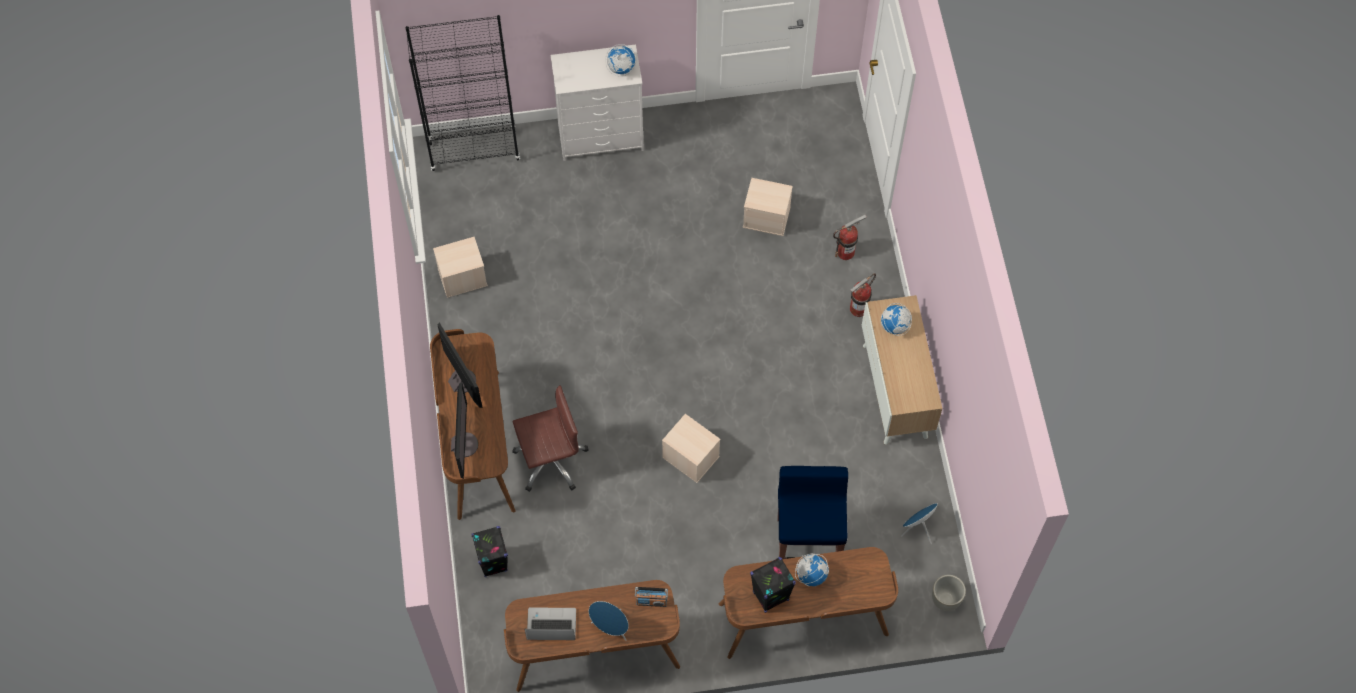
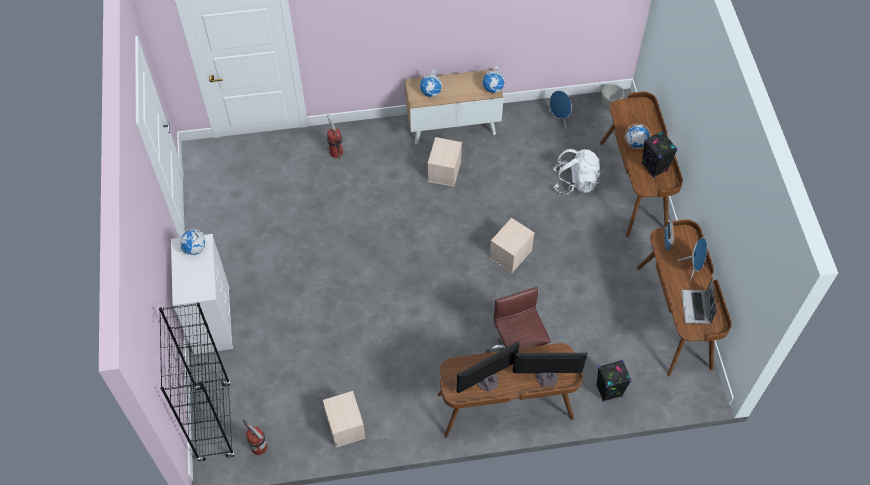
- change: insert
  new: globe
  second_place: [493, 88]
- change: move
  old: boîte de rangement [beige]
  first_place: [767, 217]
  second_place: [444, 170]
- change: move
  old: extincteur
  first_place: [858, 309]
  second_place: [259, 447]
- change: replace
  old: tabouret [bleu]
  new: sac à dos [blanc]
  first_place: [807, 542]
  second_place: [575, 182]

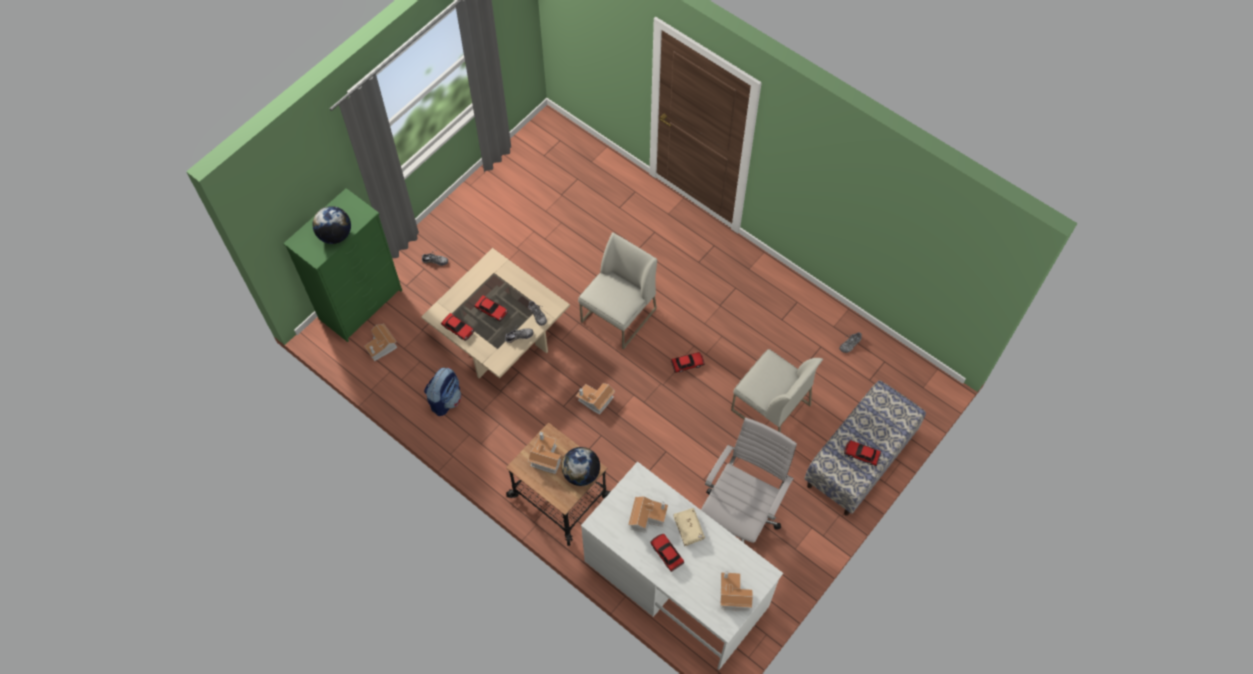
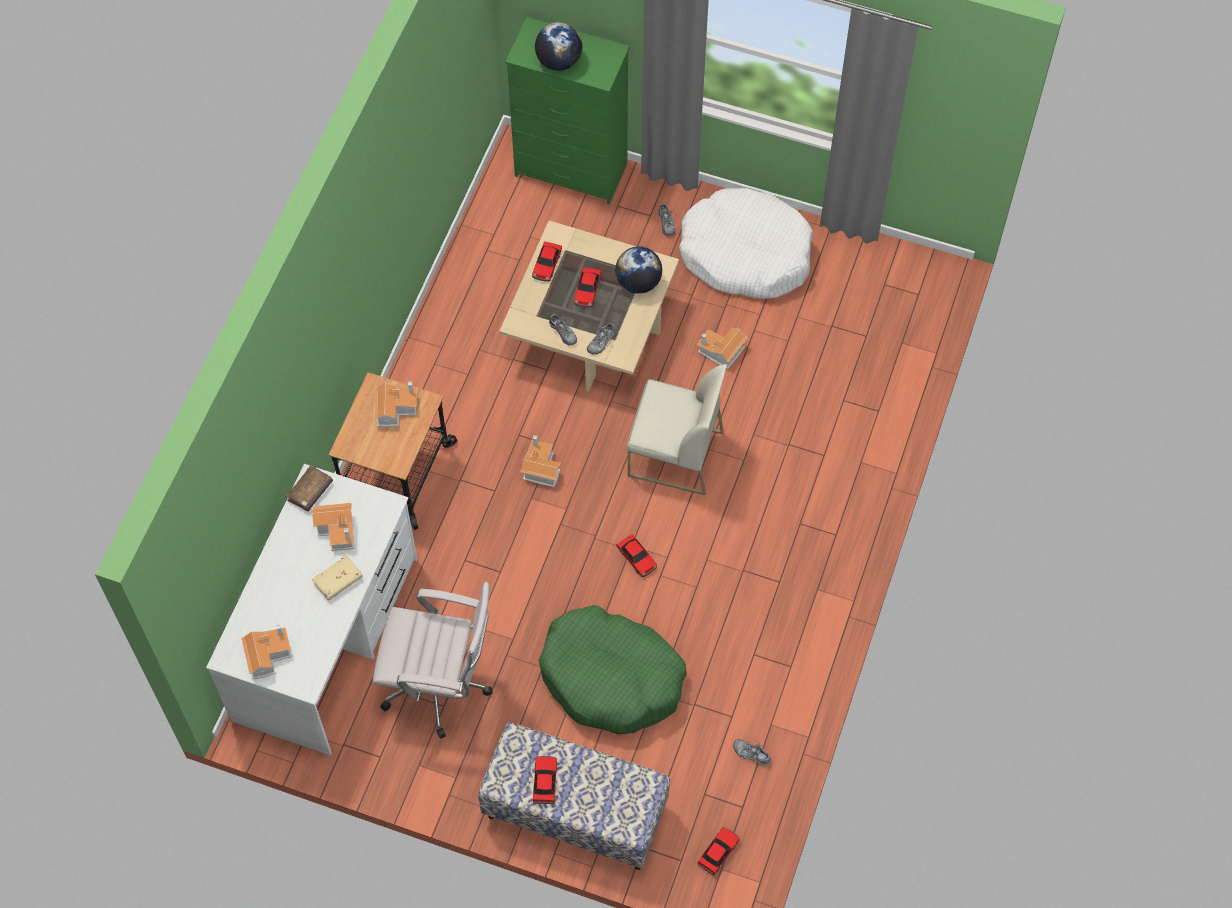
- change: delete
  old: sac à dos
  first_place: [445, 399]
- change: insert
  new: livre [marron]
  second_place: [310, 491]
- change: insert
  new: panier pour chien [blanc]
  second_place: [745, 254]
- change: move
  old: maison miniature
  first_place: [382, 347]
  second_place: [720, 352]
- change: move
  old: globe
  first_place: [581, 473]
  second_place: [638, 282]
- change: move
  old: petite voiture
  first_place: [666, 553]
  second_place: [718, 852]
- change: replace
  old: chaise [blanc]
  new: panier pour chien [vert]
  first_place: [770, 407]
  second_place: [611, 677]

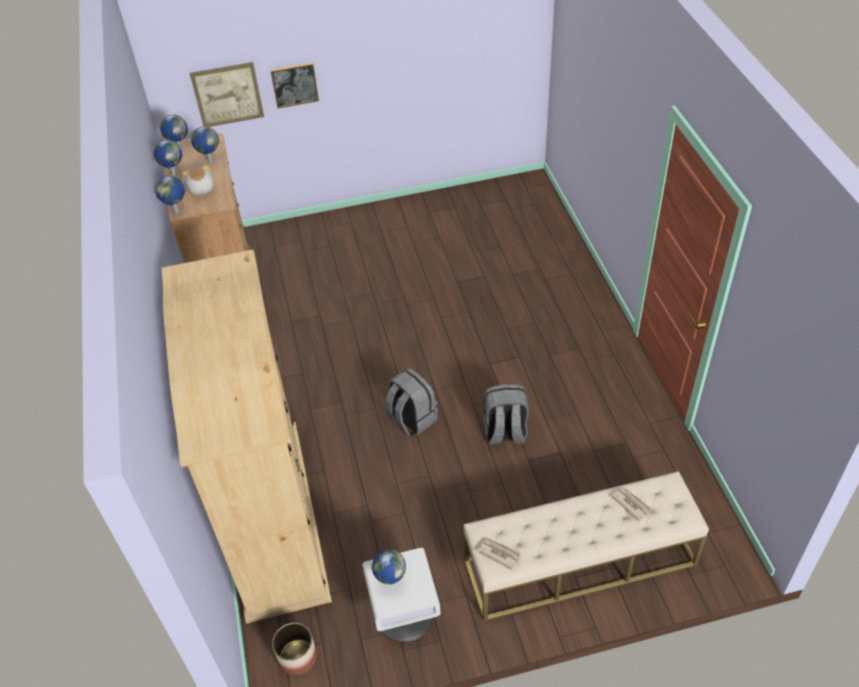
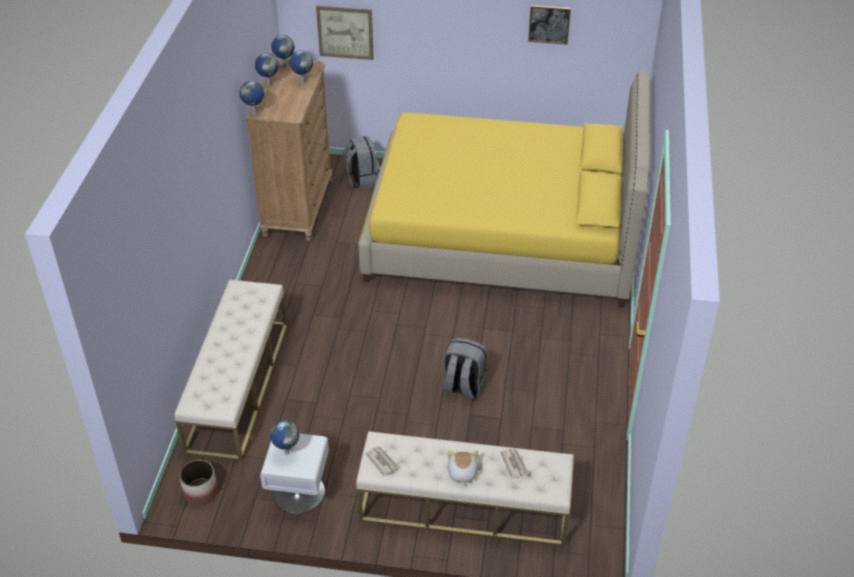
- change: insert
  new: lit [jaune]
  second_place: [502, 234]
- change: move
  old: peluche
  first_place: [200, 189]
  second_place: [462, 473]
- change: move
  old: tableau
  first_place: [294, 84]
  second_place: [549, 24]
- change: move
  old: sac à dos [gris]
  first_place: [411, 419]
  second_place: [362, 179]
- change: replace
  old: armoire [beige]
  new: banc [beige]
  first_place: [272, 517]
  second_place: [238, 385]

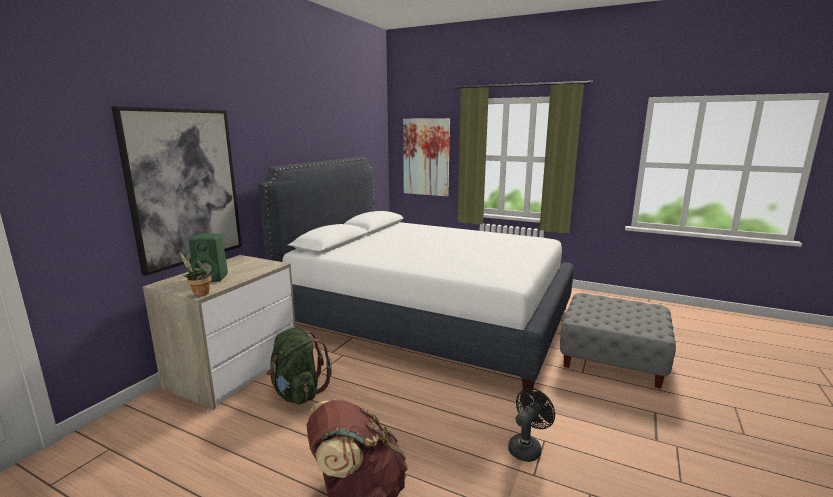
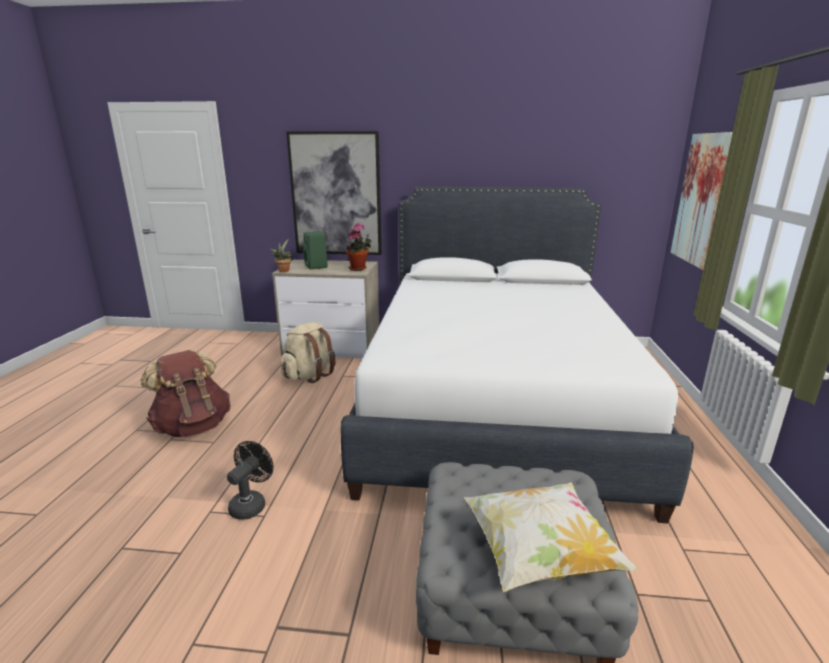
- change: insert
  new: plante en pot
  second_place: [359, 269]
- change: insert
  new: coussin
  second_place: [539, 555]
- change: recolor
  old: sac à dos [vert]
  new: sac à dos [beige]
  first_place: [298, 393]
  second_place: [309, 375]
- change: rotate
  old: ventilateur [noir]
  first_place: [527, 447]
  second_place: [251, 504]
  degrees: -90

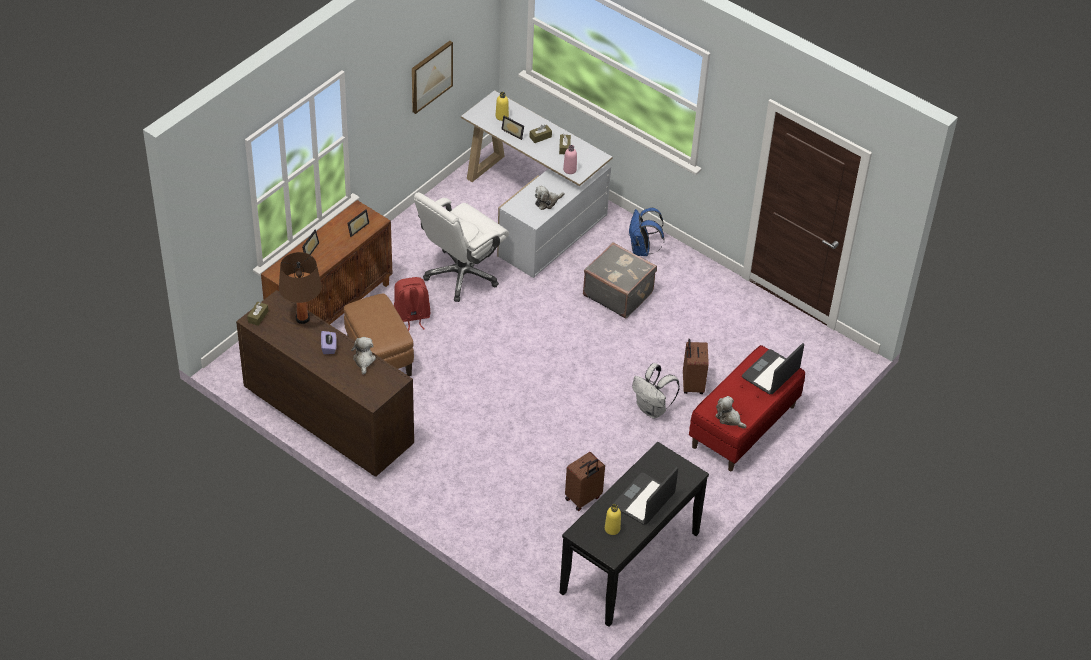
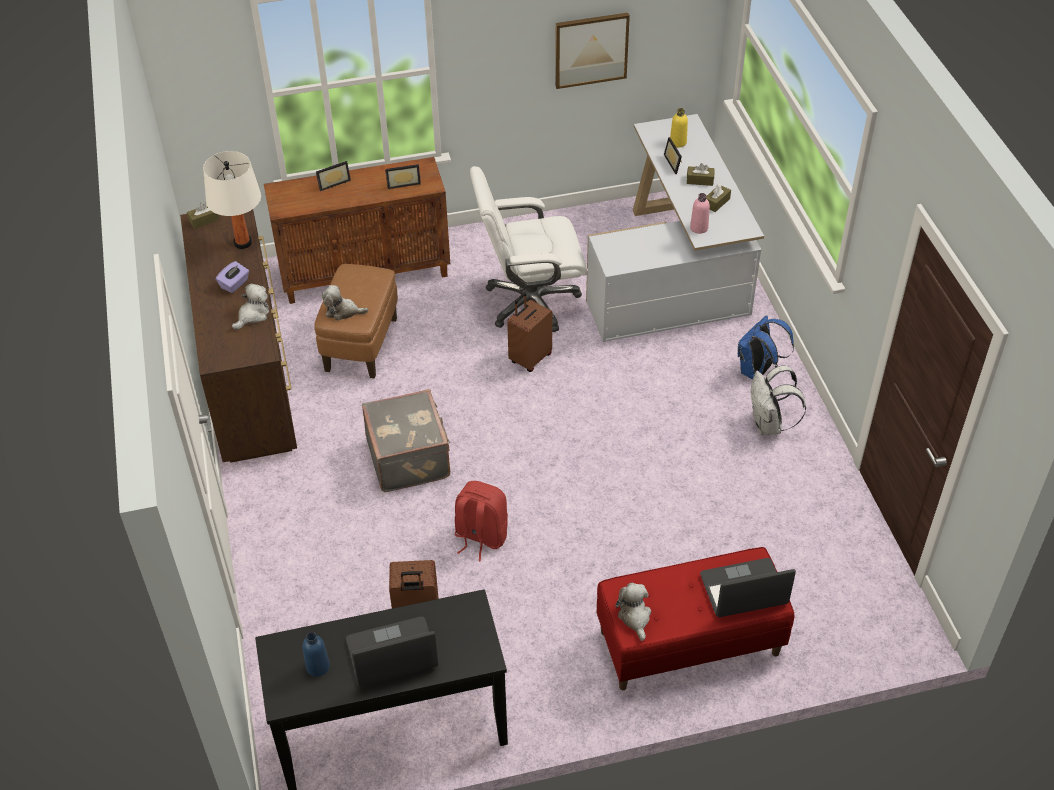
- change: move
  old: sac à dos [rouge]
  first_place: [411, 317]
  second_place: [480, 537]
- change: move
  old: peluche
  first_place: [547, 202]
  second_place: [343, 311]
- change: move
  old: valise [gris]
  first_place: [618, 293]
  second_place: [409, 457]
- change: move
  old: sac à dos [blanc]
  first_place: [652, 409]
  second_place: [769, 425]
- change: move
  old: valise [marron]
  first_place: [692, 384]
  second_place: [529, 358]
- change: recolor
  old: lampe de table [marron]
  new: lampe de table [blanc]
  first_place: [302, 318]
  second_place: [242, 243]
- change: recolor
  old: bouteille [jaune]
  new: bouteille [bleu]
  first_place: [612, 529]
  second_place: [318, 667]

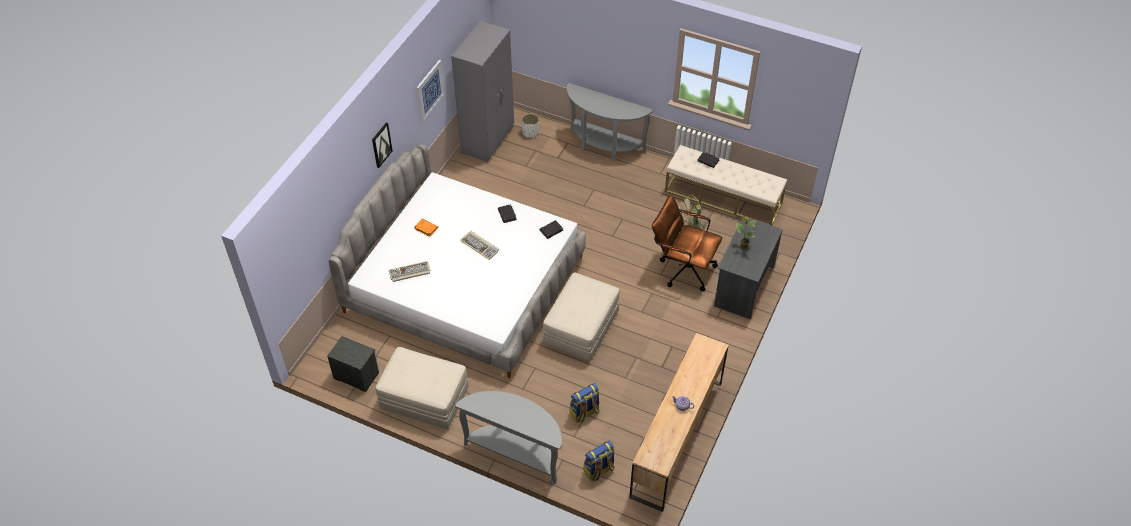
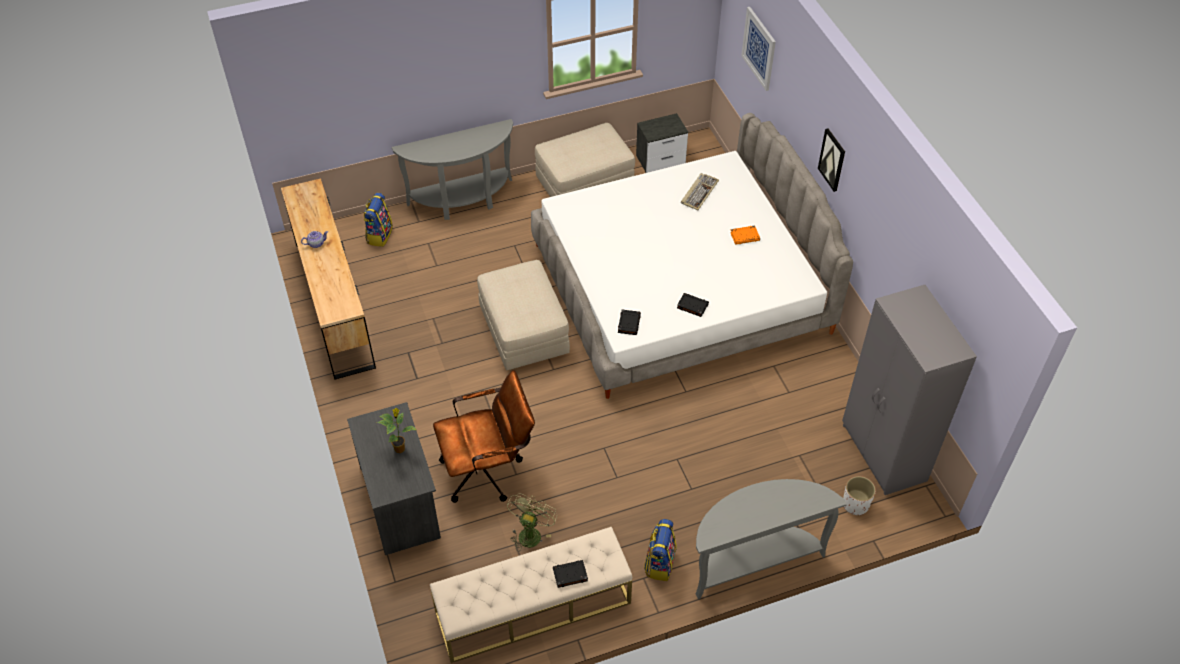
- change: delete
  old: clavier
  first_place: [480, 246]
- change: move
  old: tableau
  first_place: [430, 90]
  second_place: [759, 48]
- change: move
  old: sac à dos
  first_place: [584, 413]
  second_place: [659, 563]

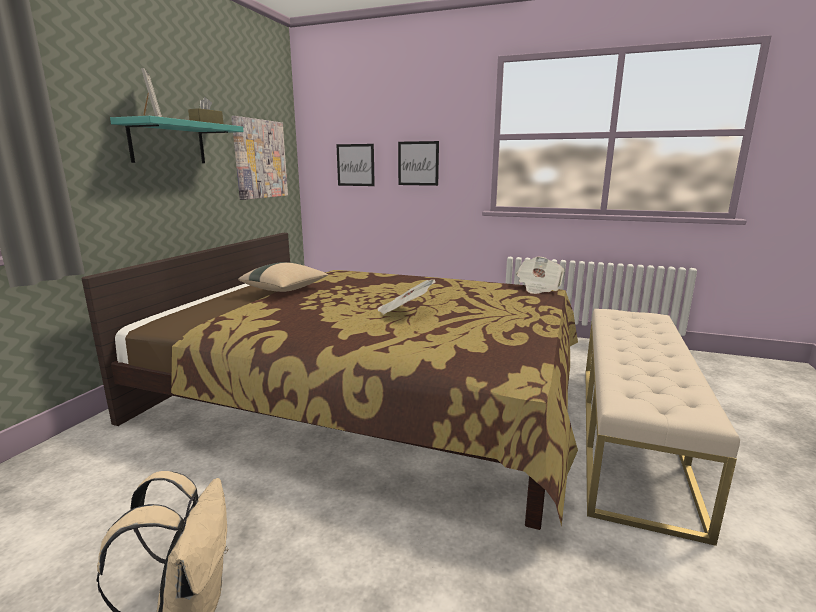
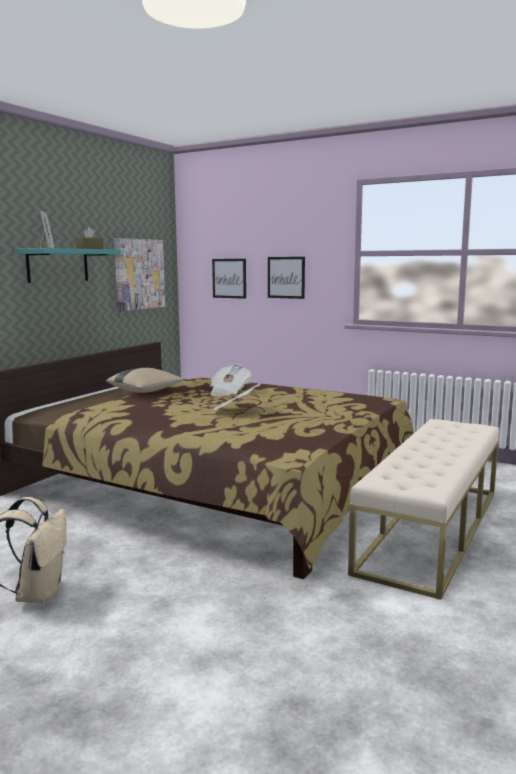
- change: move
  old: journal
  first_place: [538, 288]
  second_place: [228, 392]

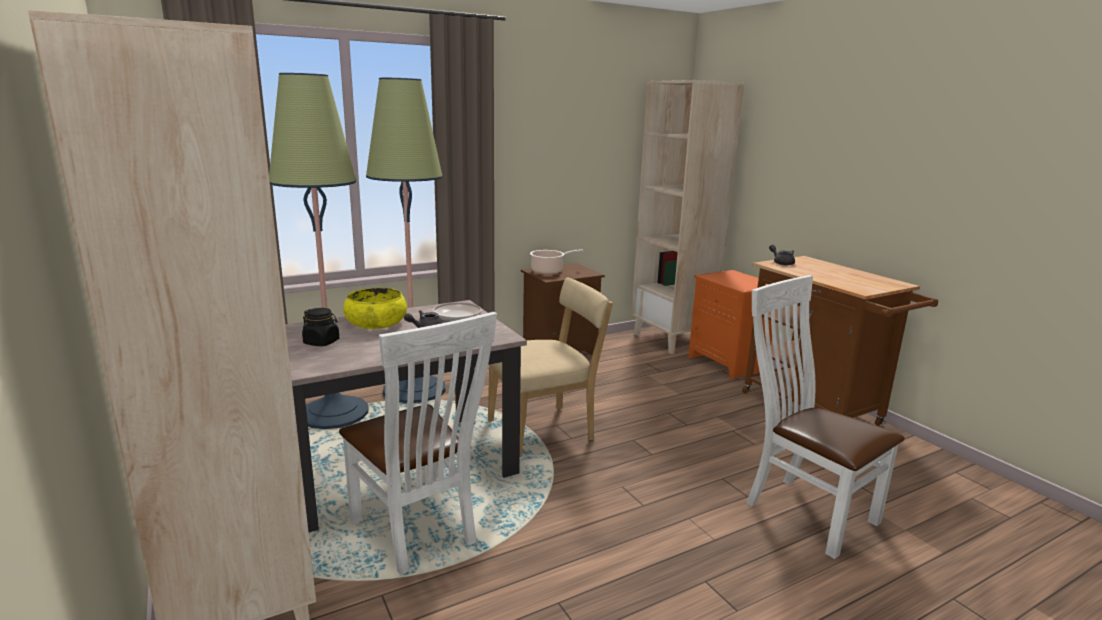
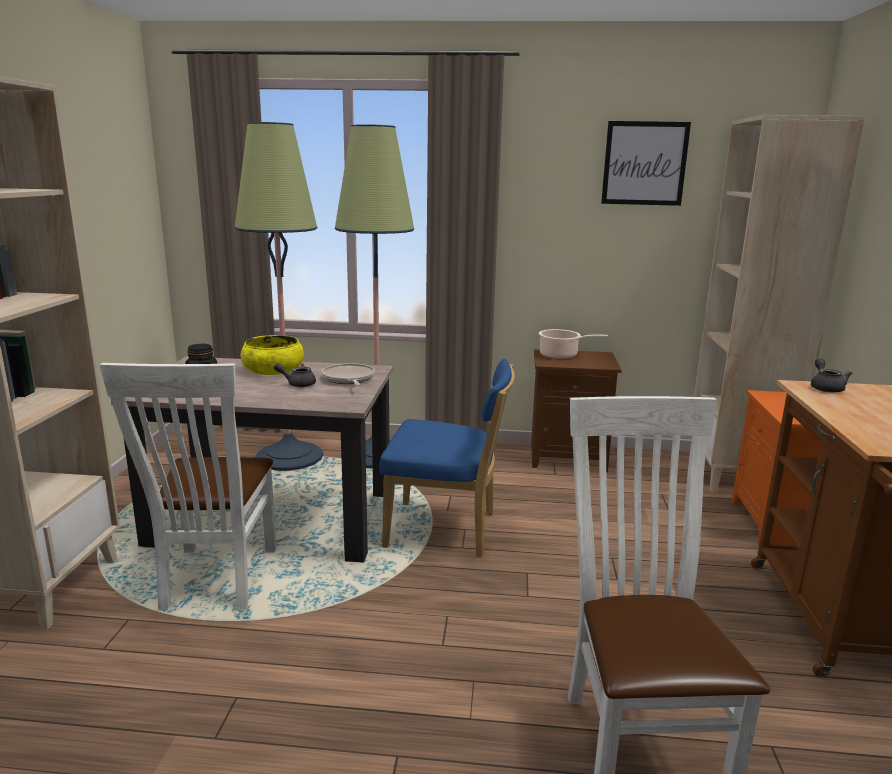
- change: insert
  new: tableau
  second_place: [644, 163]
- change: recolor
  old: chaise [beige]
  new: chaise [bleu]
  first_place: [545, 430]
  second_place: [447, 530]

